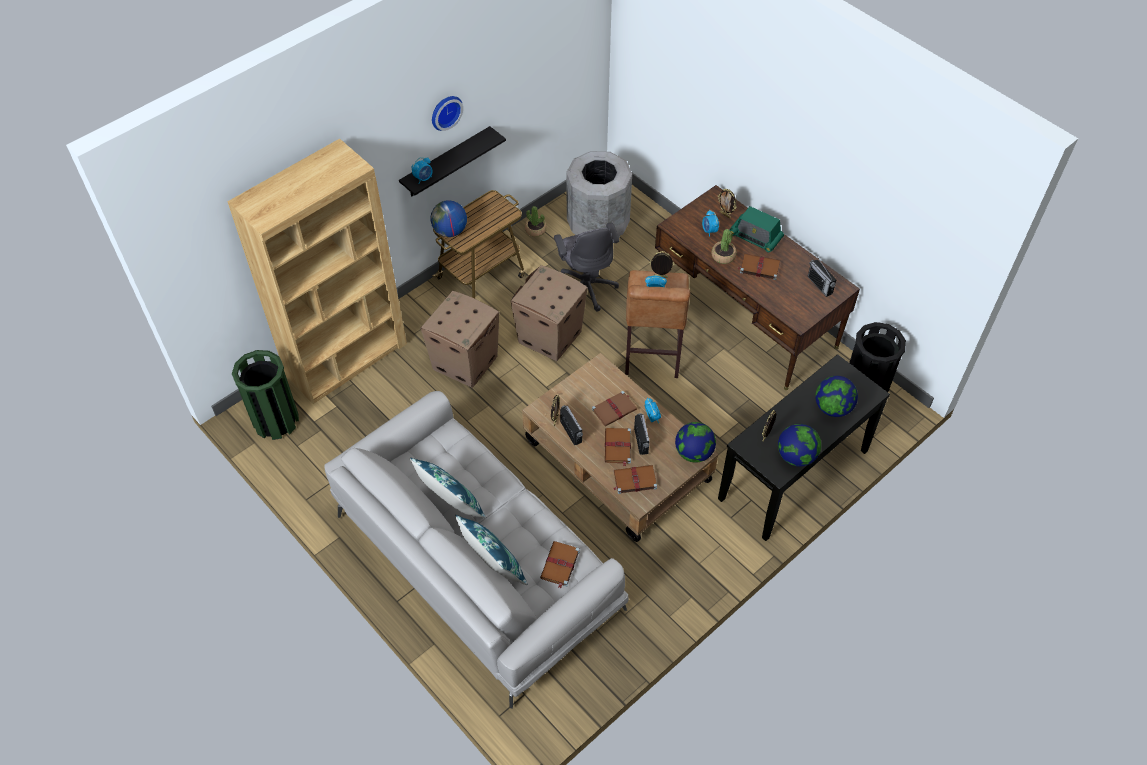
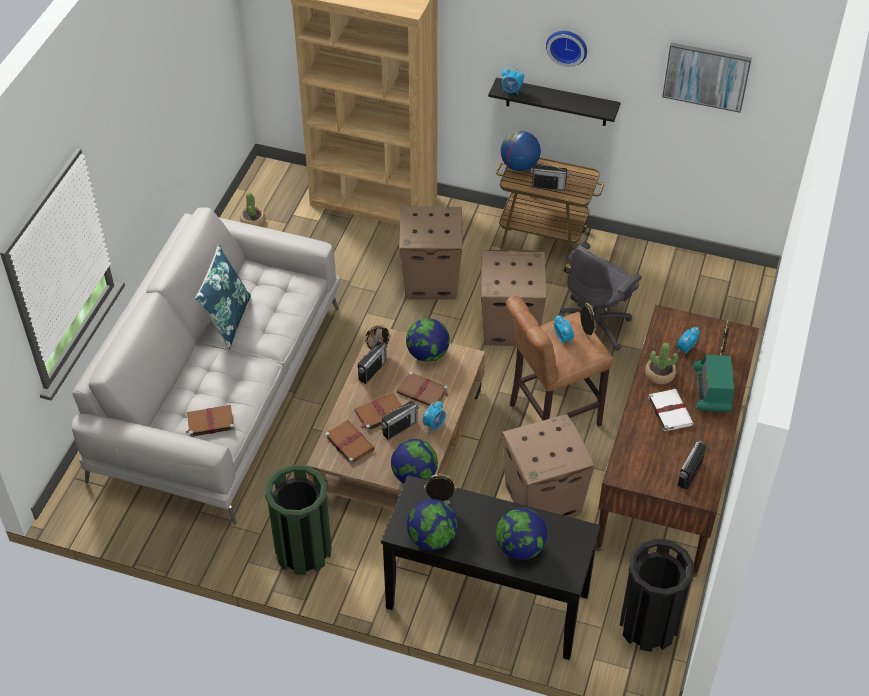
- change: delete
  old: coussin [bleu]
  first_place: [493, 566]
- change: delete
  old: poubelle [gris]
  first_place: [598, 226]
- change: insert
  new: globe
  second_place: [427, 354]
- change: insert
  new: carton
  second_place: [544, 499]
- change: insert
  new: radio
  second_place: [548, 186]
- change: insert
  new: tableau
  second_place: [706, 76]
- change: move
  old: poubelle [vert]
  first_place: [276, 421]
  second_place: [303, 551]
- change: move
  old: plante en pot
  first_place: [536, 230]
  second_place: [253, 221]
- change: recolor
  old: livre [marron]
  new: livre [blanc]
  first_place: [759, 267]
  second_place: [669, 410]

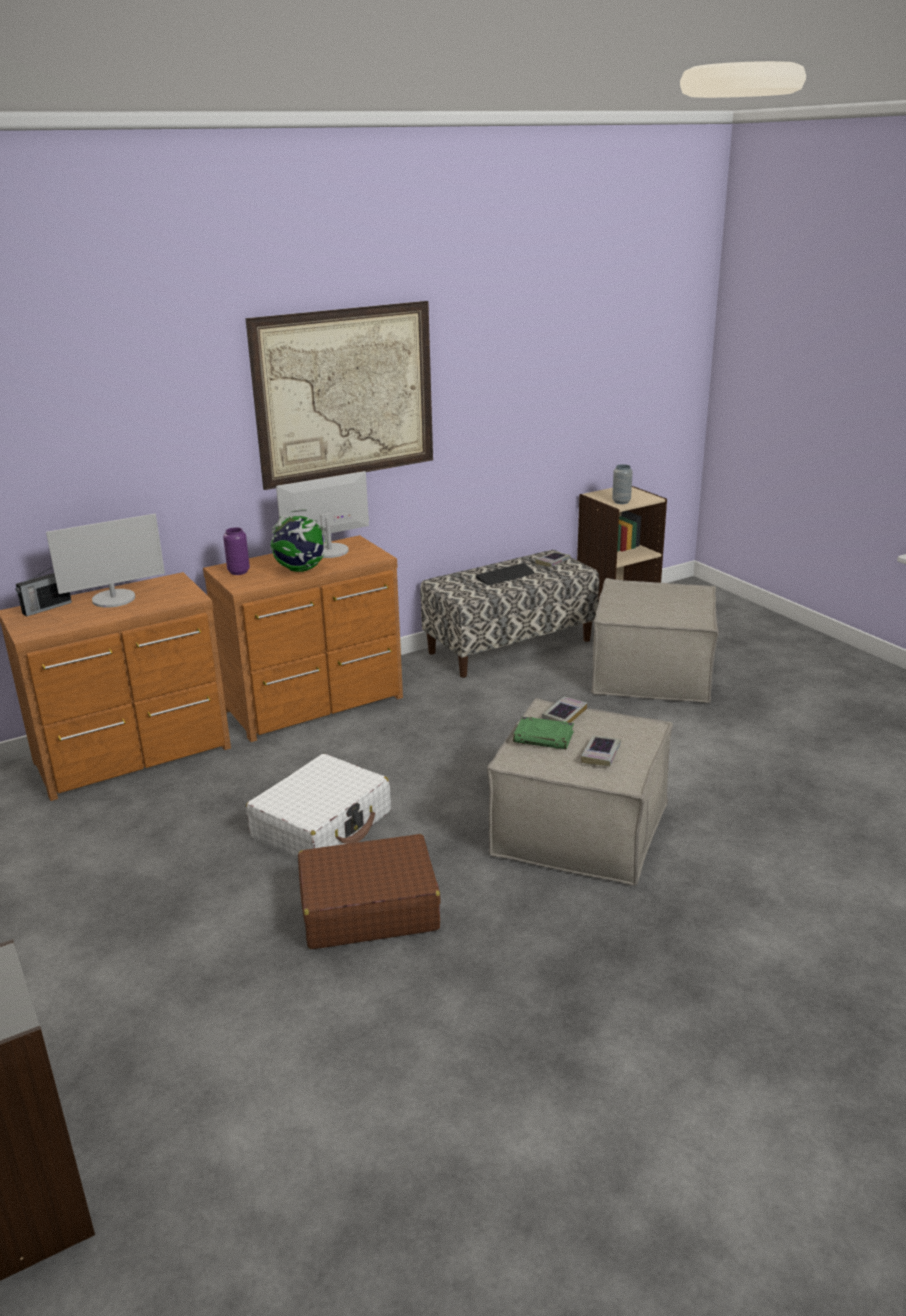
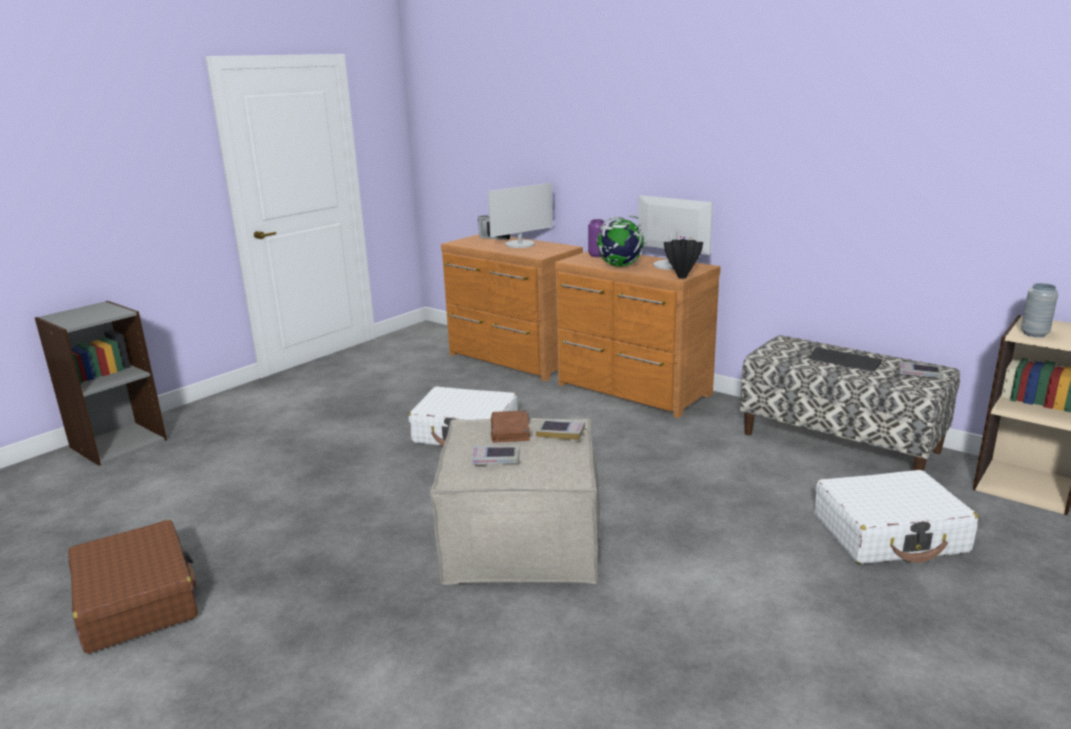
- change: delete
  old: tableau
  first_place: [345, 394]
- change: insert
  new: vase [noir]
  second_place: [682, 277]
- change: move
  old: valise [marron]
  first_place: [368, 908]
  second_place: [137, 600]
- change: replace
  old: pouf [beige]
  new: valise [blanc]
  first_place: [652, 673]
  second_place: [889, 534]
- change: recolor
  old: livre [vert]
  new: livre [marron]
  first_place: [544, 737]
  second_place: [510, 430]
- change: rotate
  old: écran d'ordinateur
  first_place: [114, 599]
  second_place: [520, 244]
  degrees: -75

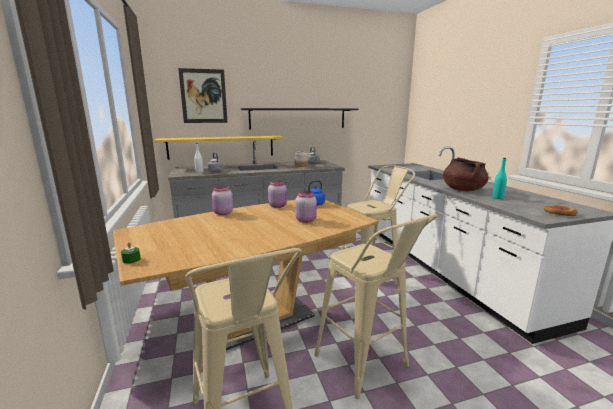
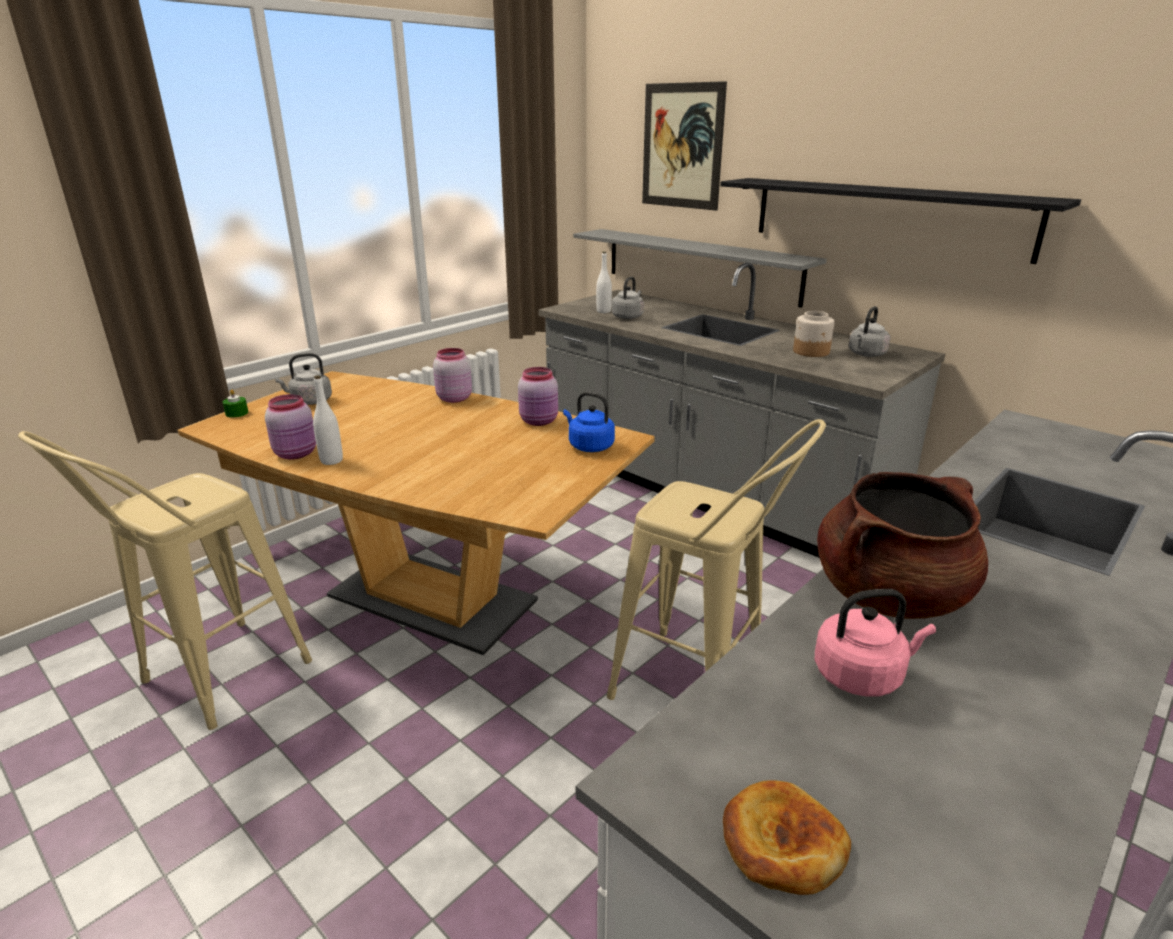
- change: delete
  old: tabouret [beige]
  first_place: [367, 367]
- change: insert
  new: bouilloire [gris]
  second_place: [309, 401]
- change: insert
  new: bouteille [blanc]
  second_place: [331, 460]
- change: move
  old: bocal [rose]
  first_place: [306, 220]
  second_place: [297, 453]
- change: replace
  old: bouteille [turquoise]
  new: bouilloire [rose]
  first_place: [497, 197]
  second_place: [862, 675]
- change: recolor
  old: étagère [jaune]
  new: étagère [gris]
  first_place: [221, 147]
  second_place: [700, 265]

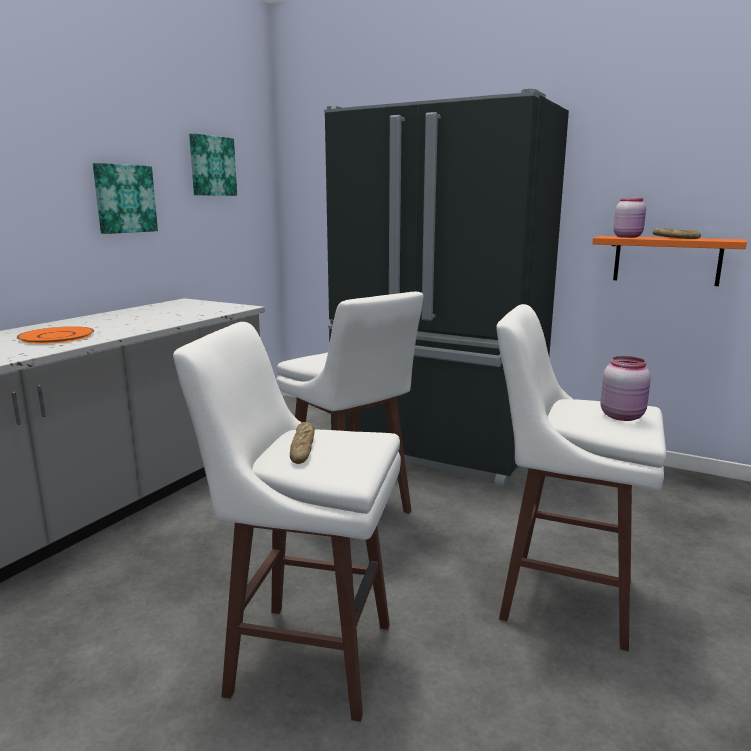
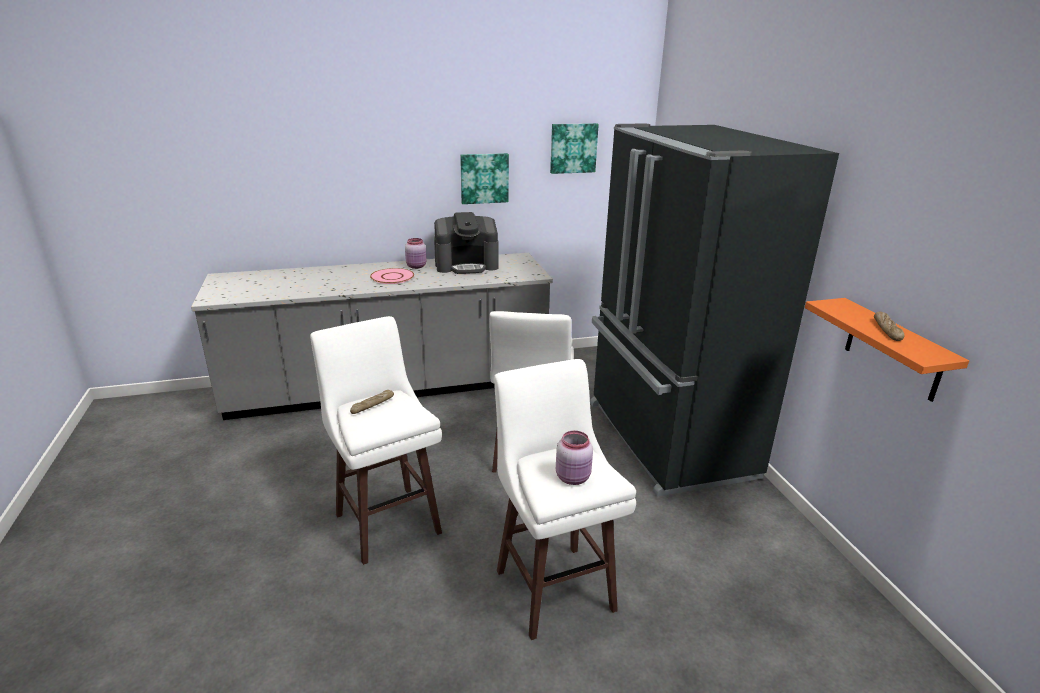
- change: insert
  new: machine à café
  second_place: [467, 265]
- change: move
  old: bocal [rose]
  first_place: [628, 237]
  second_place: [417, 266]
- change: recolor
  old: assiette [orange]
  new: assiette [rose]
  first_place: [57, 336]
  second_place: [392, 277]

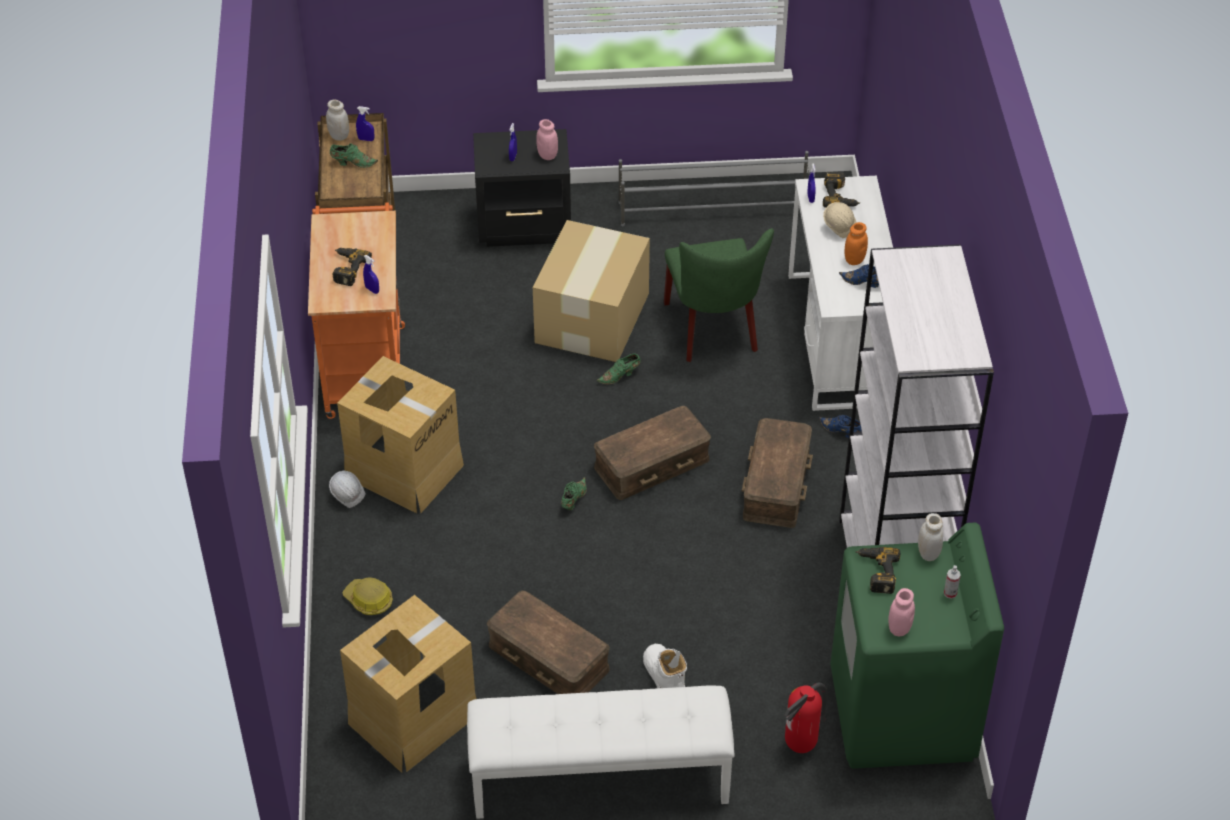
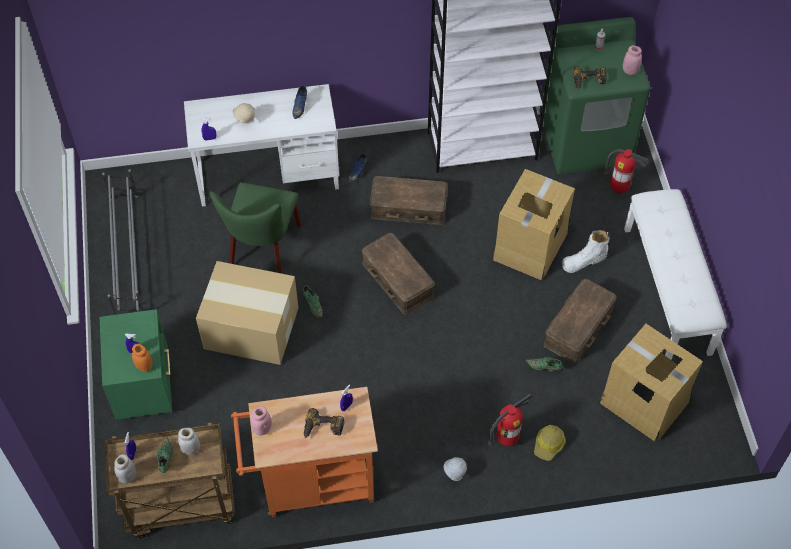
- change: delete
  old: perceuse
  first_place: [840, 196]
- change: insert
  new: extincteur
  second_place: [506, 439]
- change: move
  old: carton
  first_place: [404, 469]
  second_place: [529, 245]
- change: move
  old: bocal [rose]
  first_place: [547, 155]
  second_place: [262, 429]
- change: move
  old: chaussure [vert]
  first_place: [573, 500]
  second_place: [544, 367]
- change: move
  old: bocal [orange]
  first_place: [854, 260]
  second_place: [144, 366]
- change: move
  old: bocal [blanc]
  first_place: [928, 553]
  second_place: [191, 449]
- change: recolor
  old: table de chevet [noir]
  new: table de chevet [vert]
  first_place: [525, 226]
  second_place: [144, 384]
- change: rotate
  old: chaise [vert]
  first_place: [714, 331]
  second_place: [262, 249]
  degrees: 120

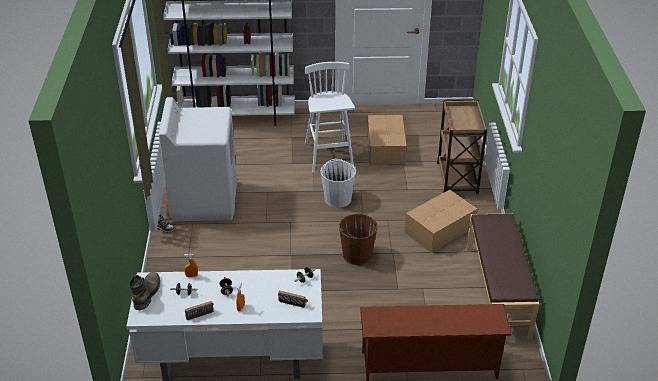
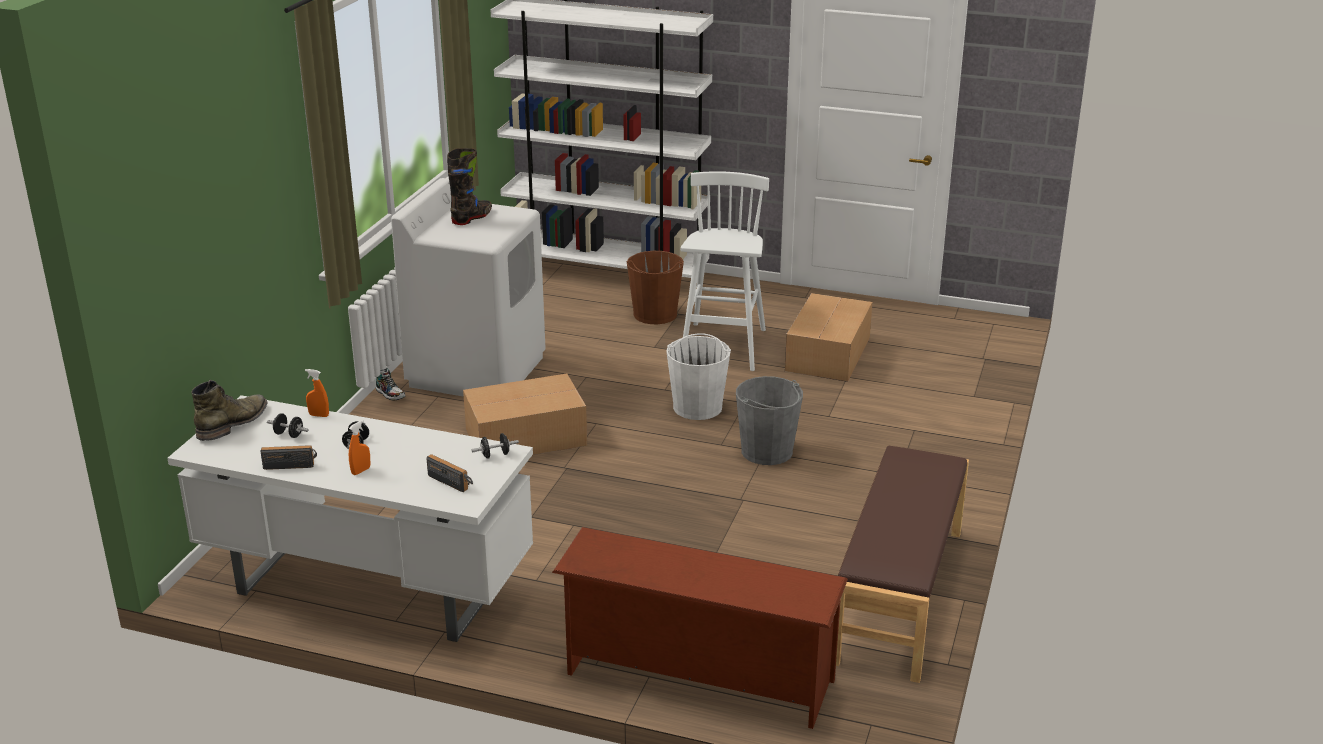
- change: delete
  old: chariot [marron]
  first_place: [457, 179]
- change: insert
  new: botte [noir]
  second_place: [472, 218]
- change: insert
  new: seau [gris]
  second_place: [767, 451]
- change: move
  old: seau [marron]
  first_place: [357, 255]
  second_place: [655, 314]
- change: move
  old: carton
  first_place: [438, 230]
  second_place: [524, 437]

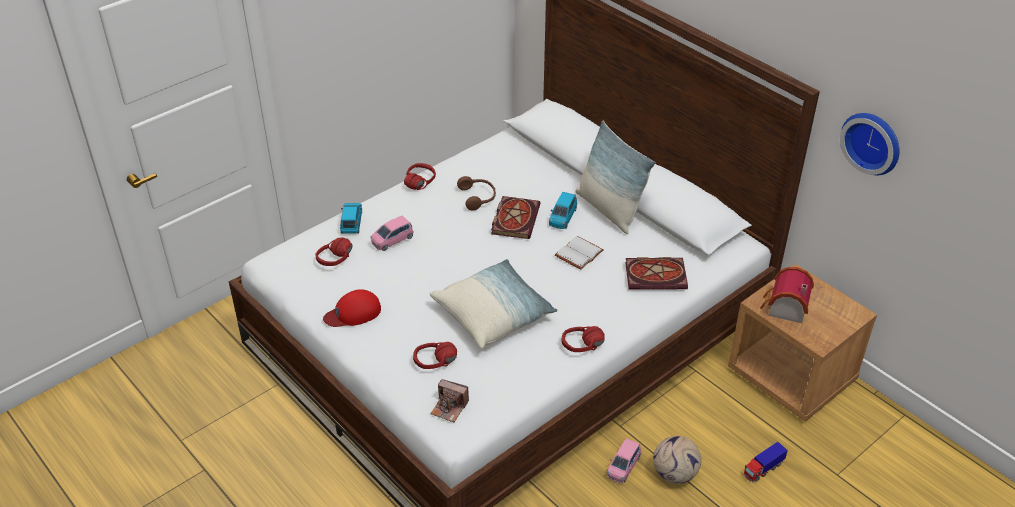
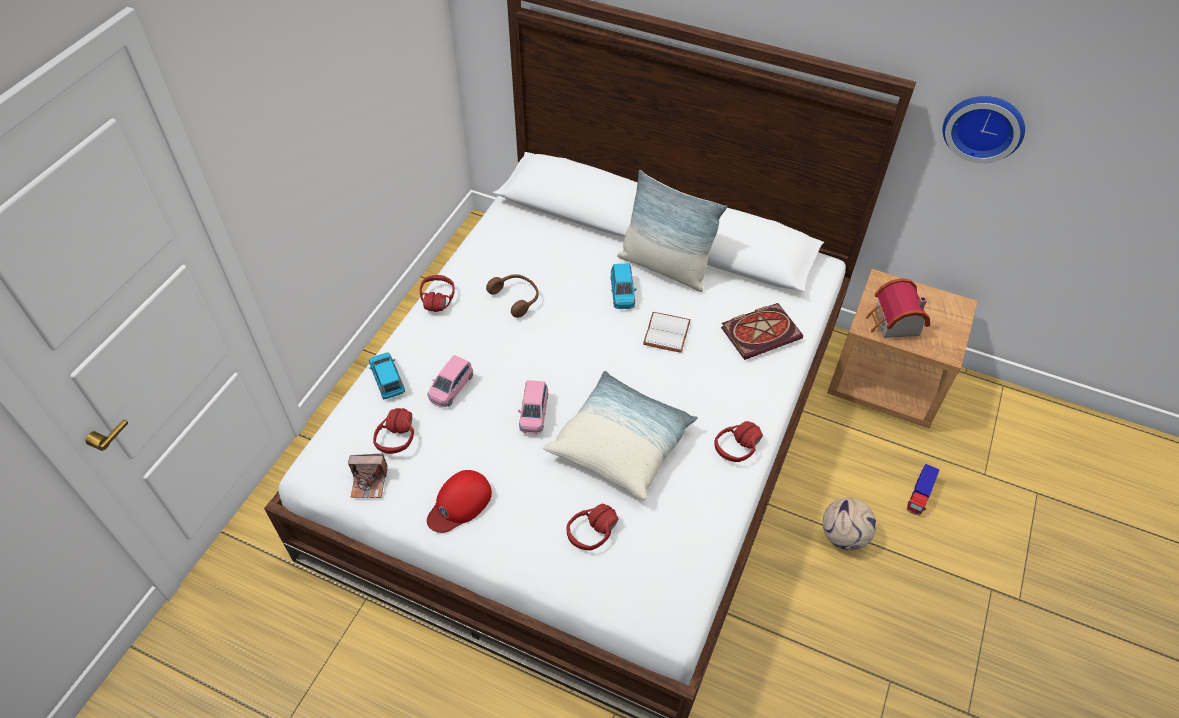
- change: delete
  old: livre
  first_place: [514, 218]
- change: move
  old: appareil photo
  first_place: [449, 408]
  second_place: [369, 482]
- change: move
  old: petite voiture [rose]
  first_place: [623, 466]
  second_place: [534, 413]

